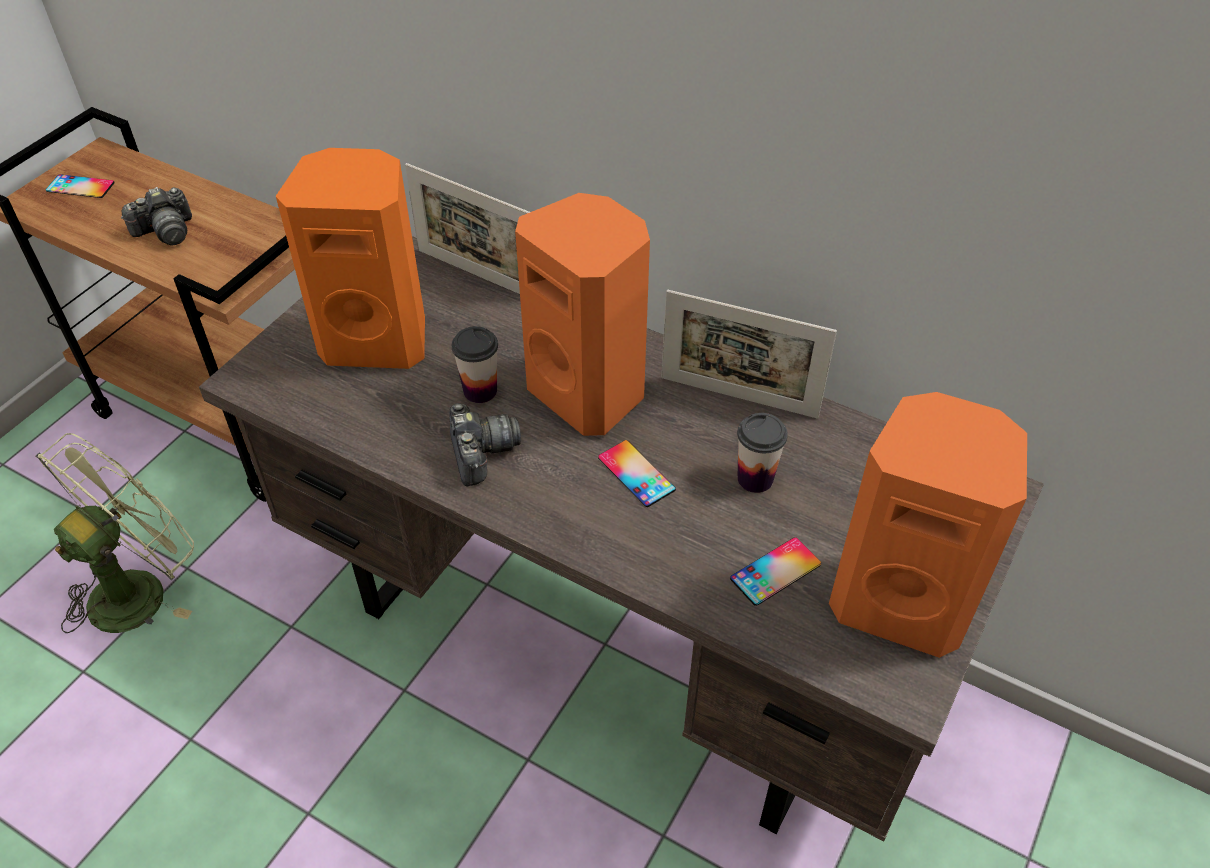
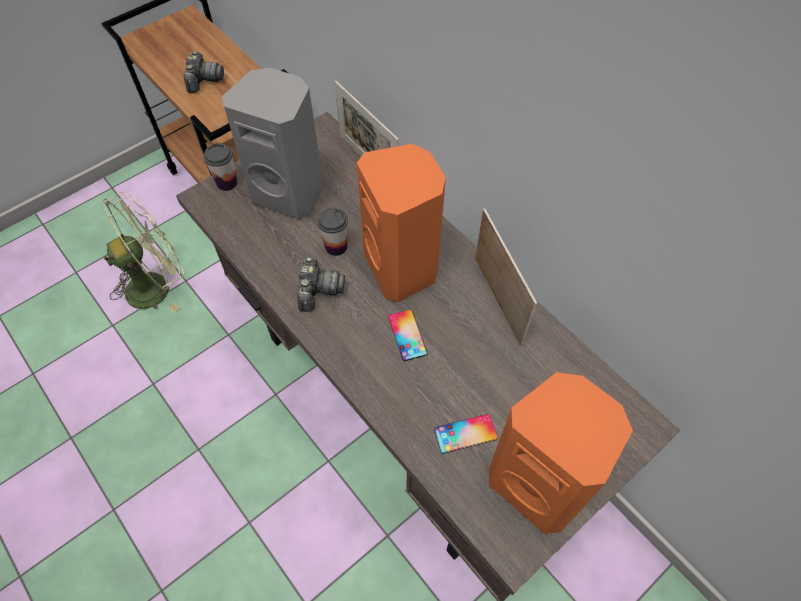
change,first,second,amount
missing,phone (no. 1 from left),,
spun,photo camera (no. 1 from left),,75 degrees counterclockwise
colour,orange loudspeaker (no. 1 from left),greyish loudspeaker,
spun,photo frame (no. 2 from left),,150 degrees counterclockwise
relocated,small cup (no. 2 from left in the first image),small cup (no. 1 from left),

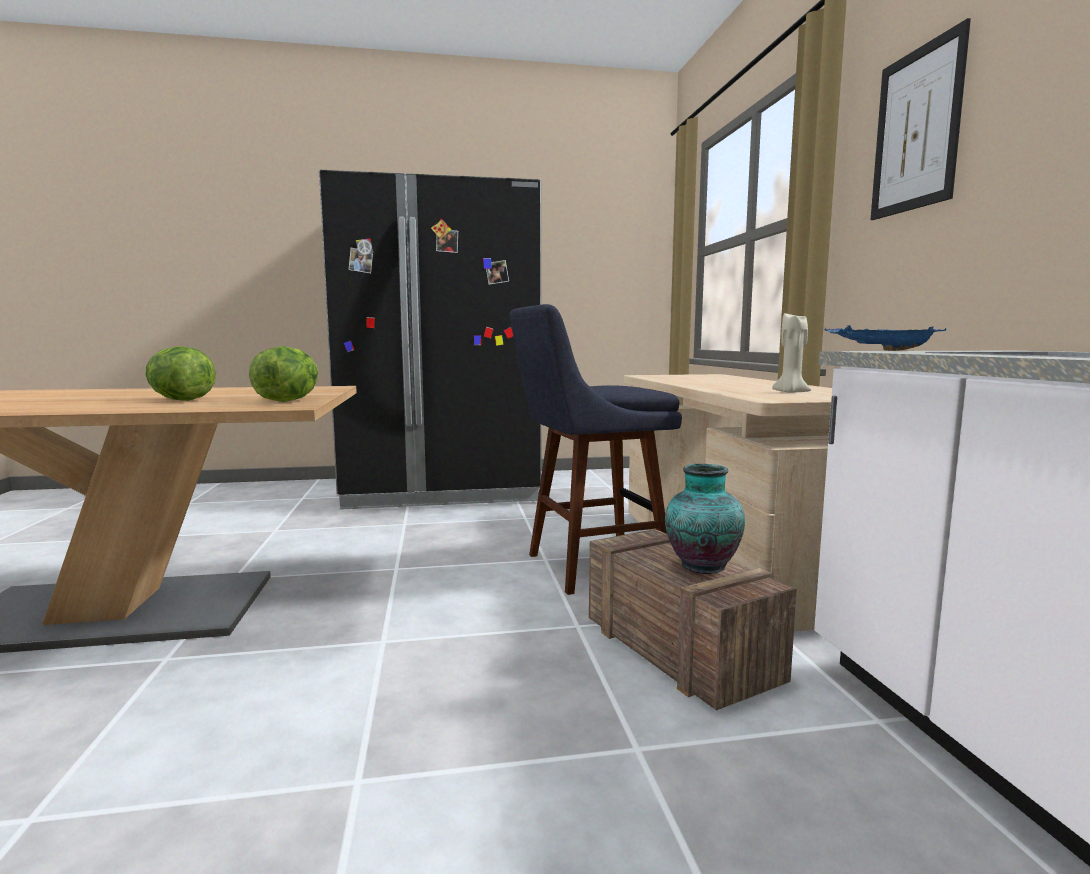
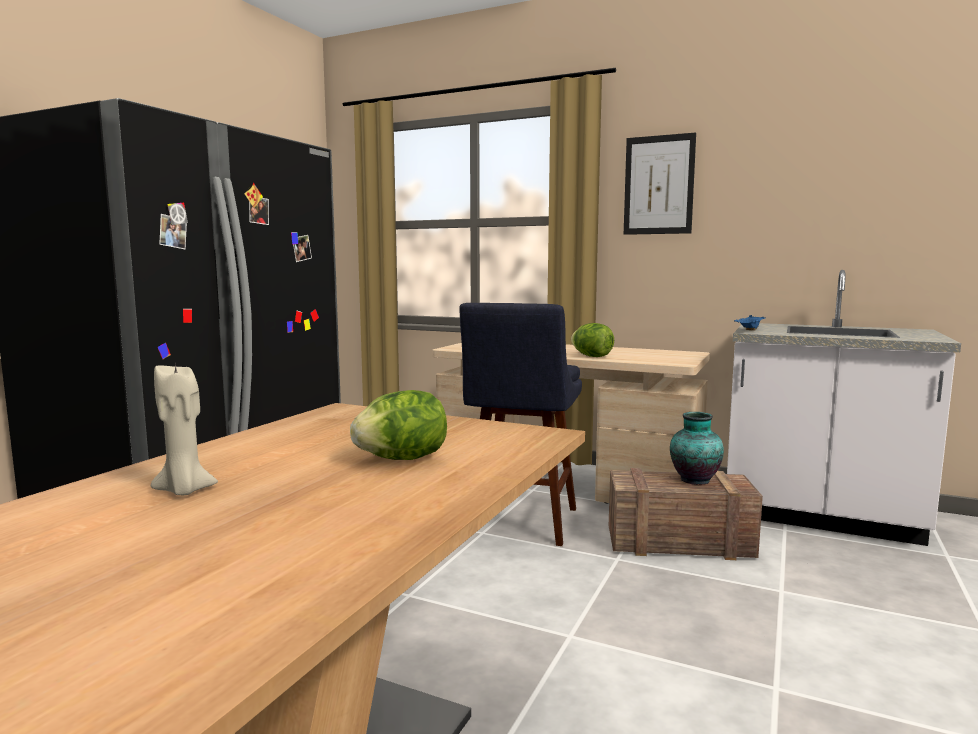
change,first,second,amount
relocated,head of lettuce (no. 2 from left),,
relocated,beige-coloured candle,,

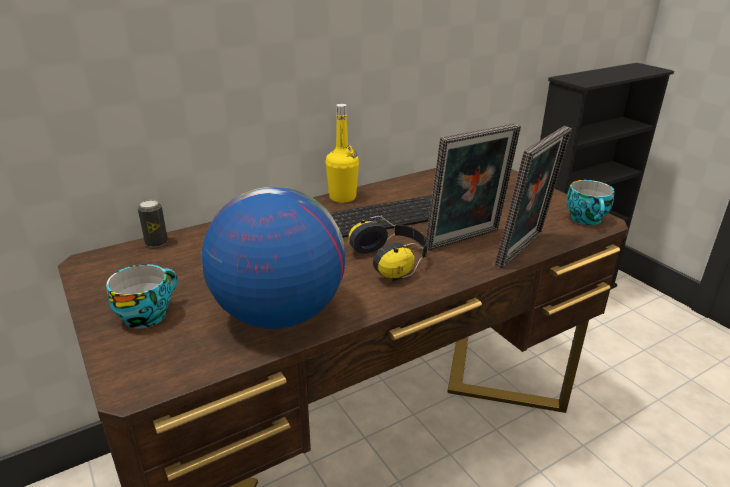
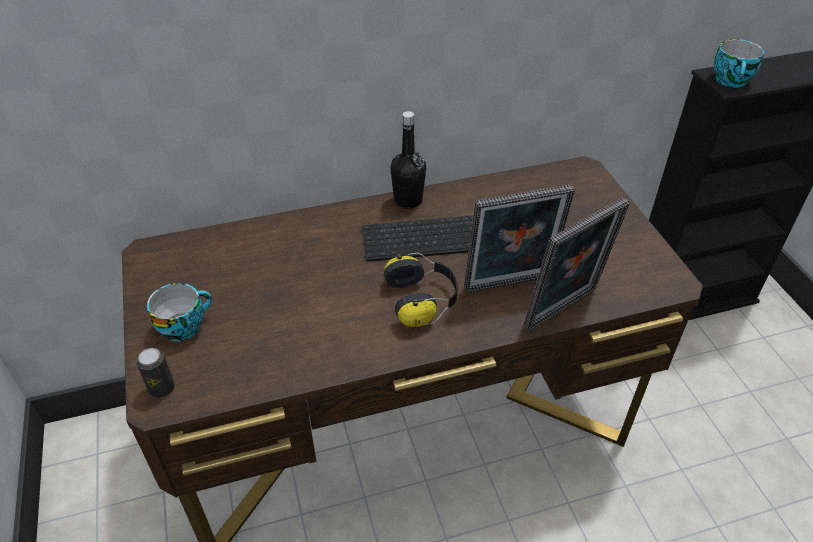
change,first,second,amount
relocated,sealed can,,
missing,desk globe,,
colour,yellow drink bottle,blackish drink bottle,
relocated,small cup (no. 2 from left),,

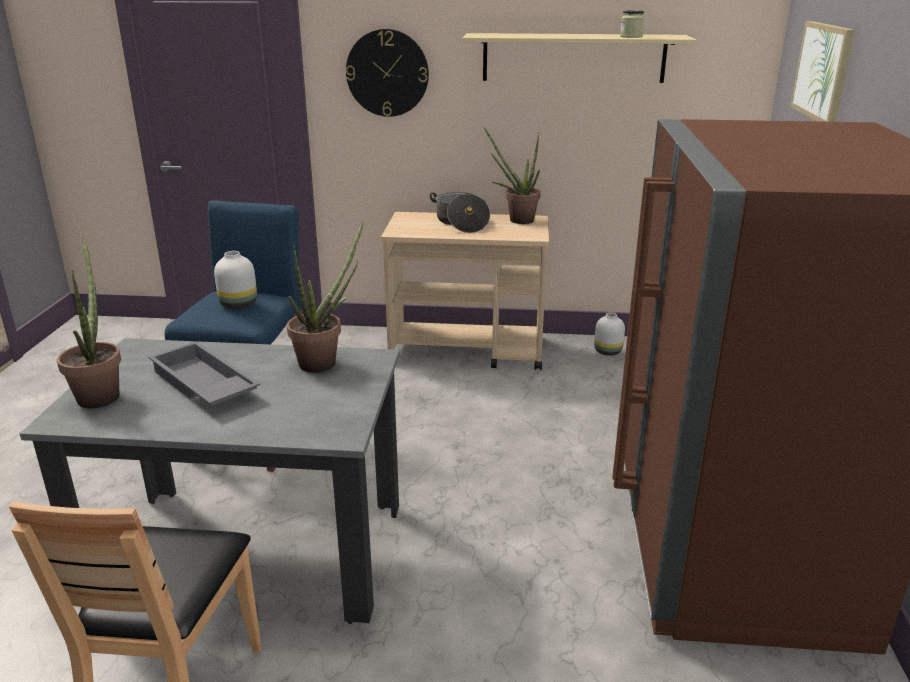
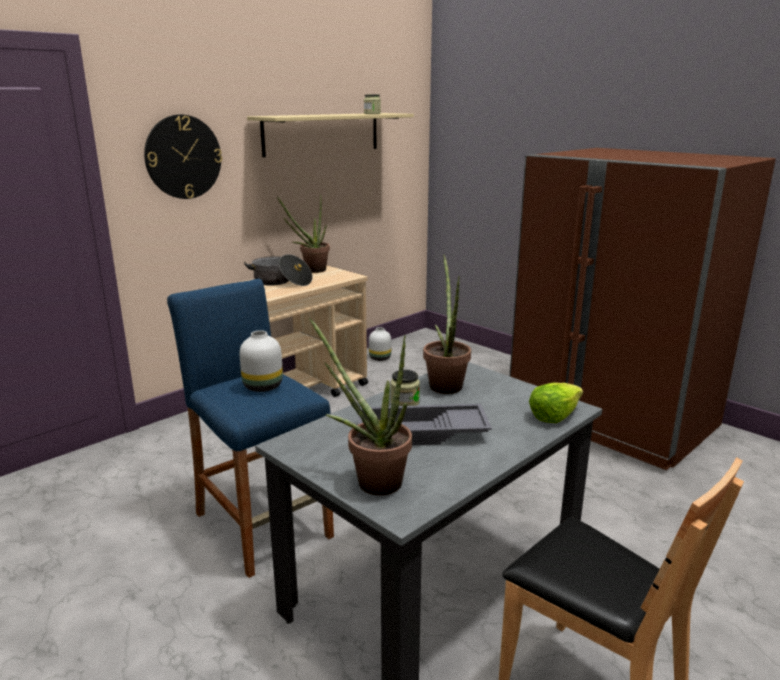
change,first,second,amount
missing,picture,,
appeared,,jar (no. 2 from left),
appeared,,head of lettuce,

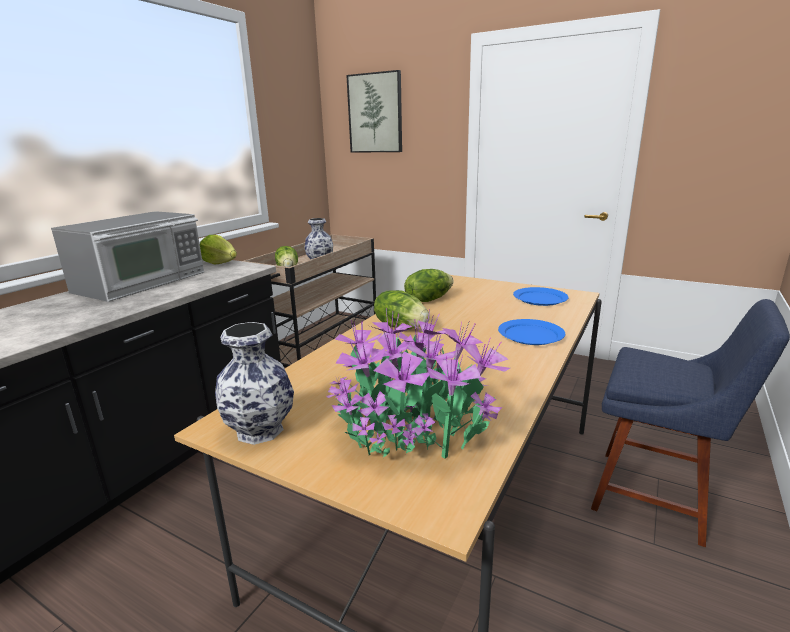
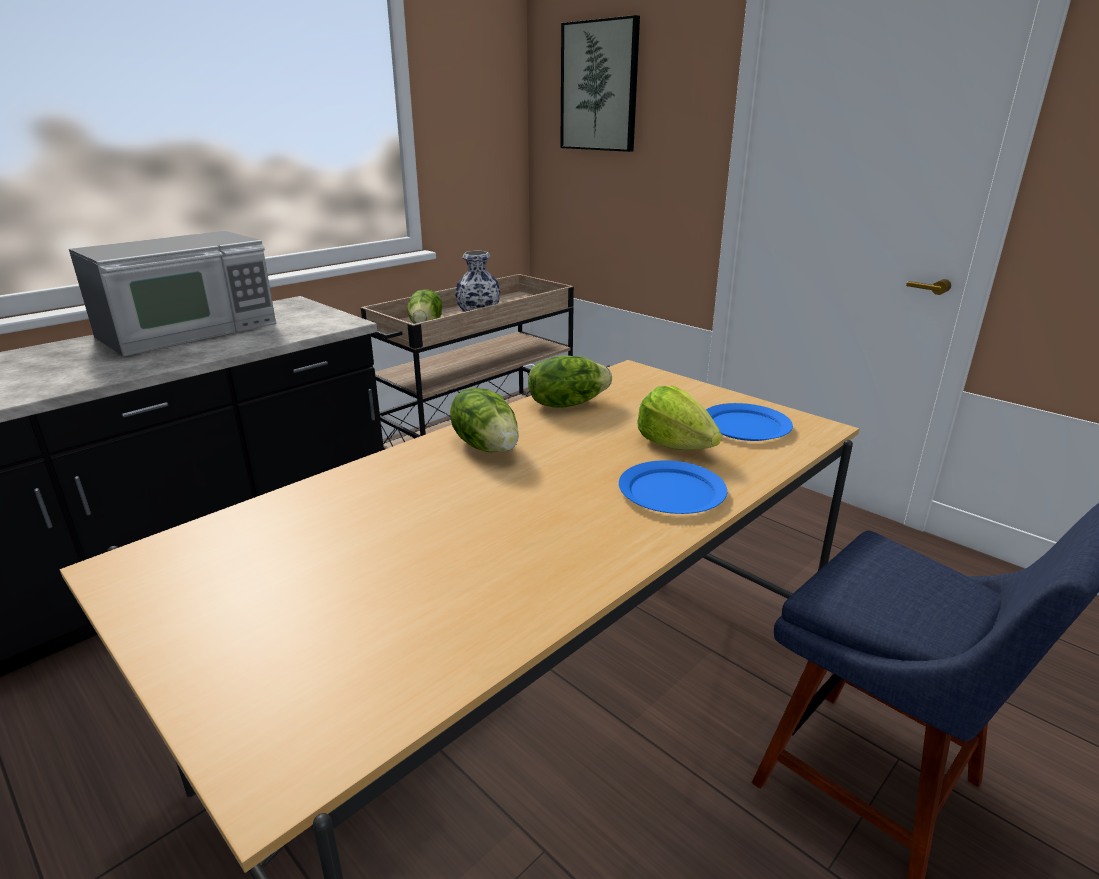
change,first,second,amount
relocated,head of lettuce (no. 1 from left in the first image),head of lettuce (no. 4 from left),
missing,decorative vase (no. 1 from left),,
missing,houseplant,,

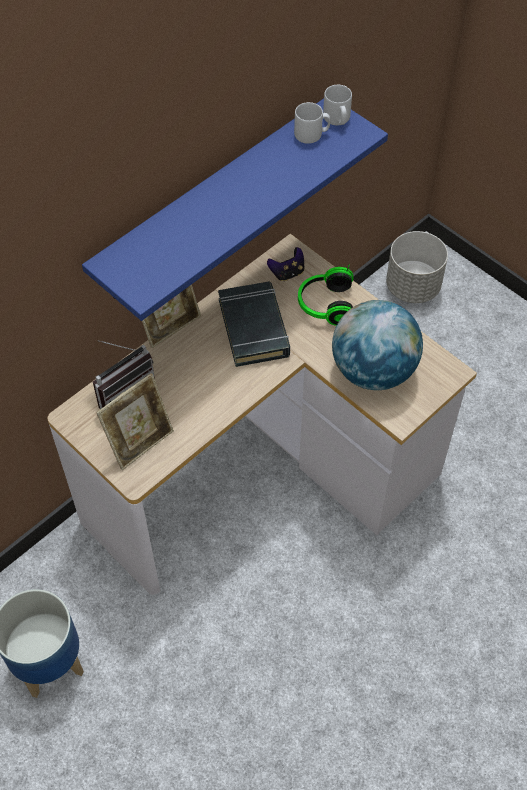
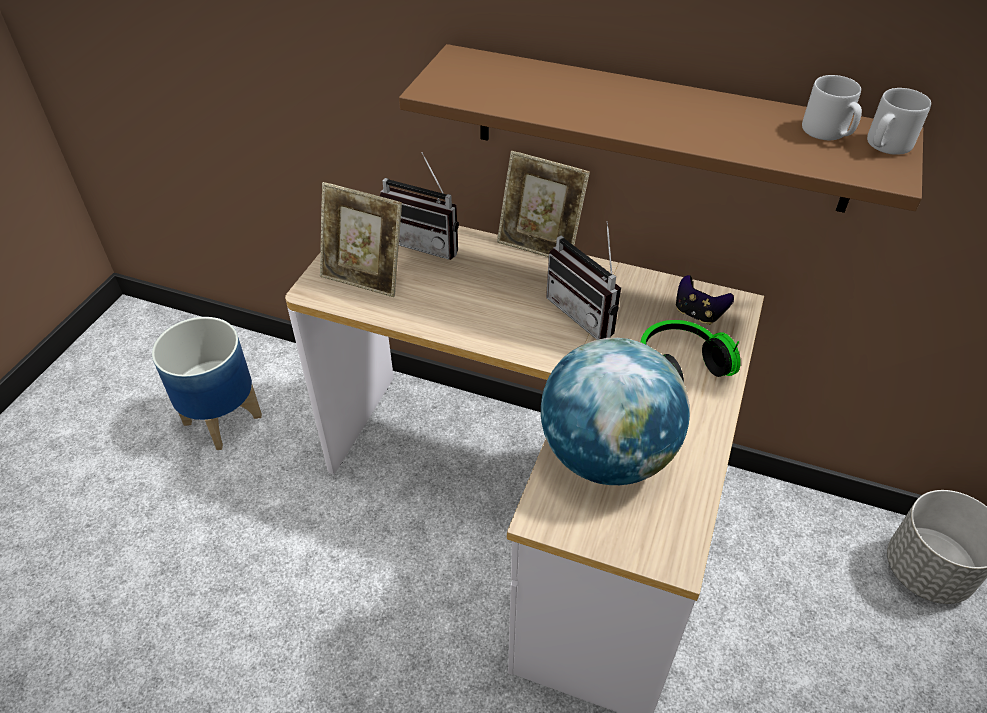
change,first,second,amount
colour,blue-coloured shelf,brown shelf,
exchanged,blackish volume,radio (no. 2 from left),

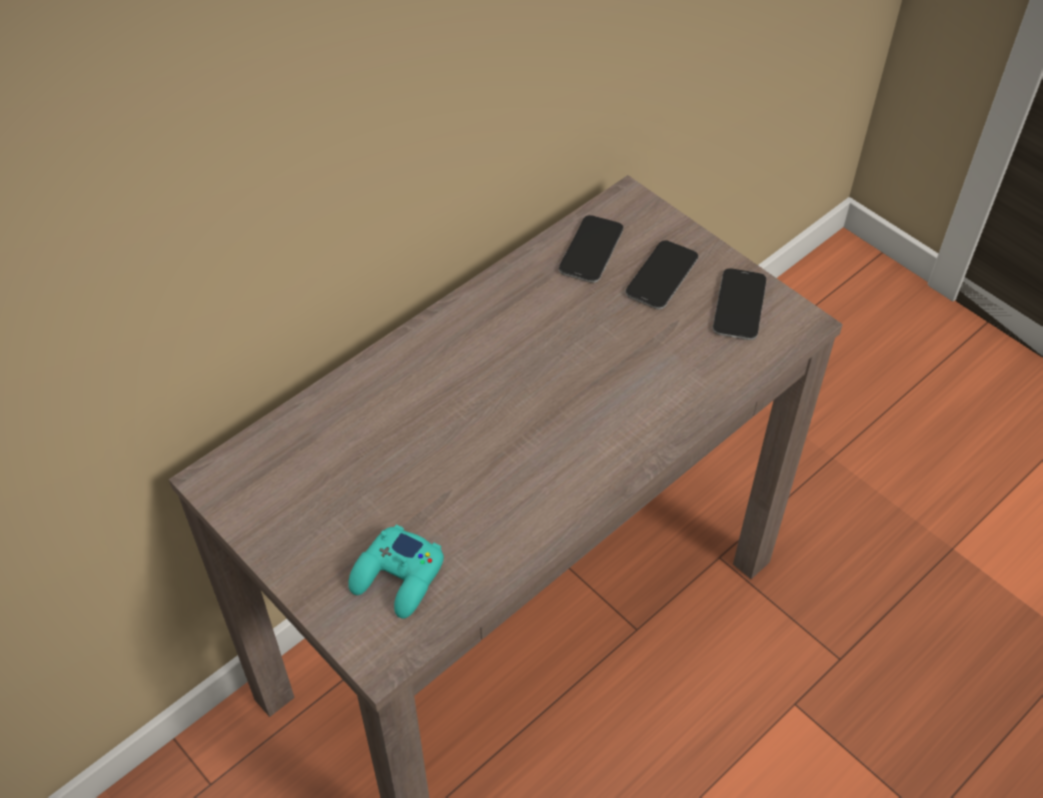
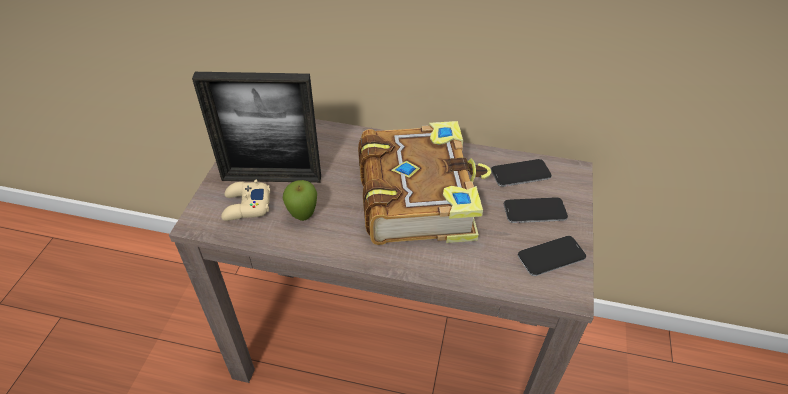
change,first,second,amount
colour,turquoise-coloured joypad,beige-coloured joypad,
appeared,,photo frame,
appeared,,apple,
appeared,,volume,

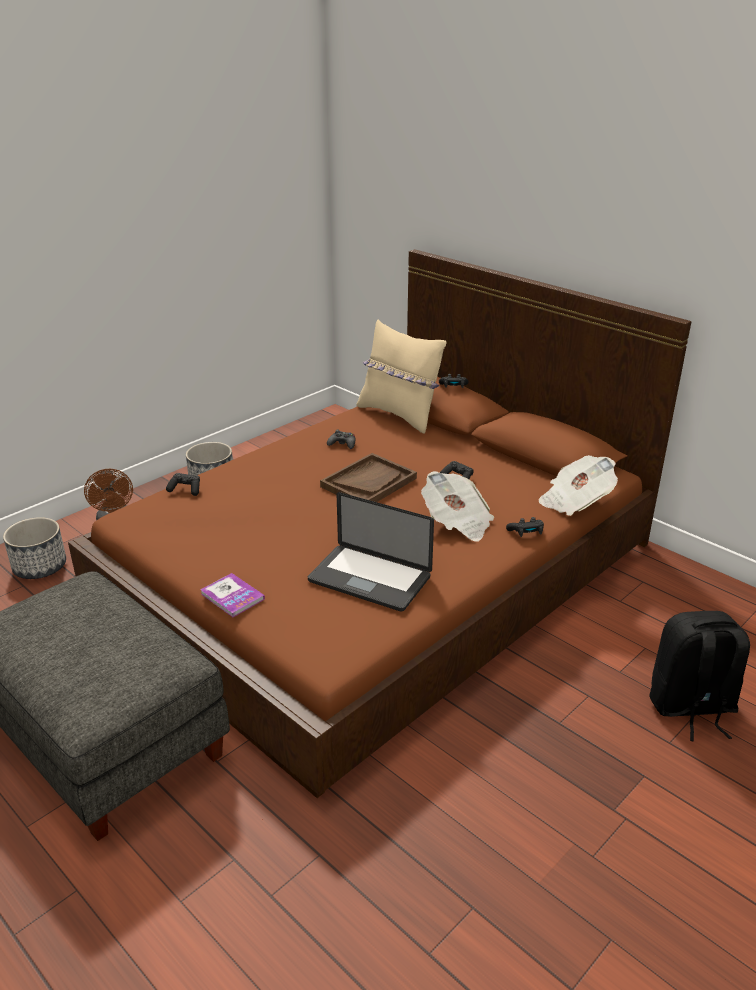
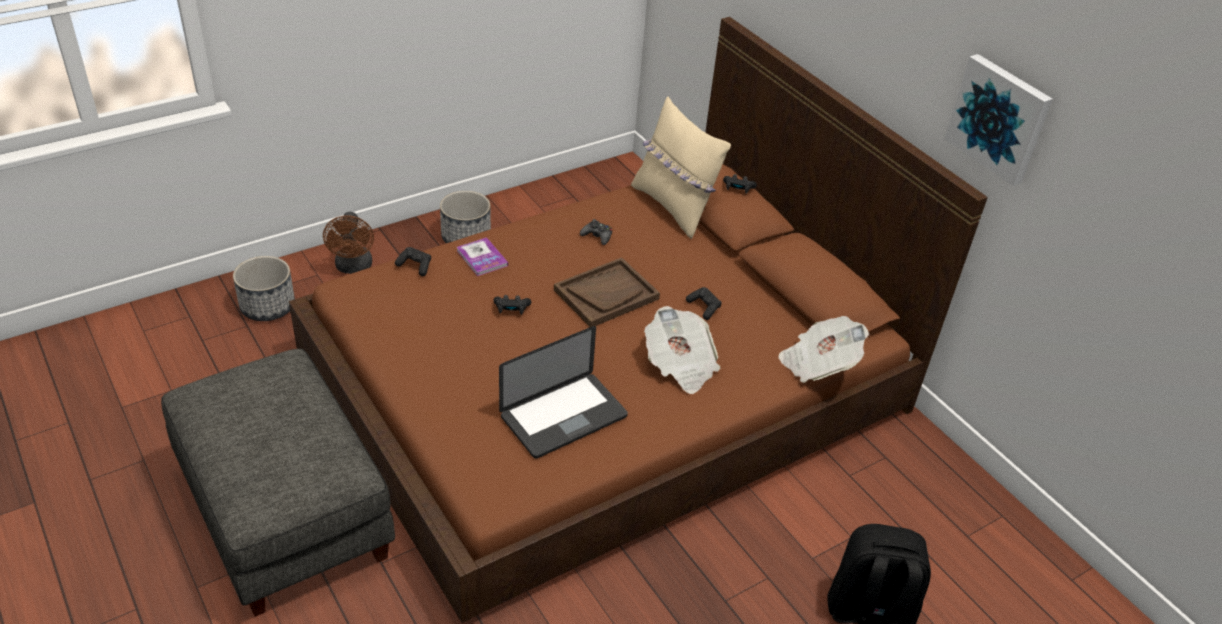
change,first,second,amount
relocated,volume,,
spun,laptop,,75 degrees counterclockwise
relocated,blackish joypad (no. 5 from left in the first image),blackish joypad (no. 2 from left),
appeared,,picture,

